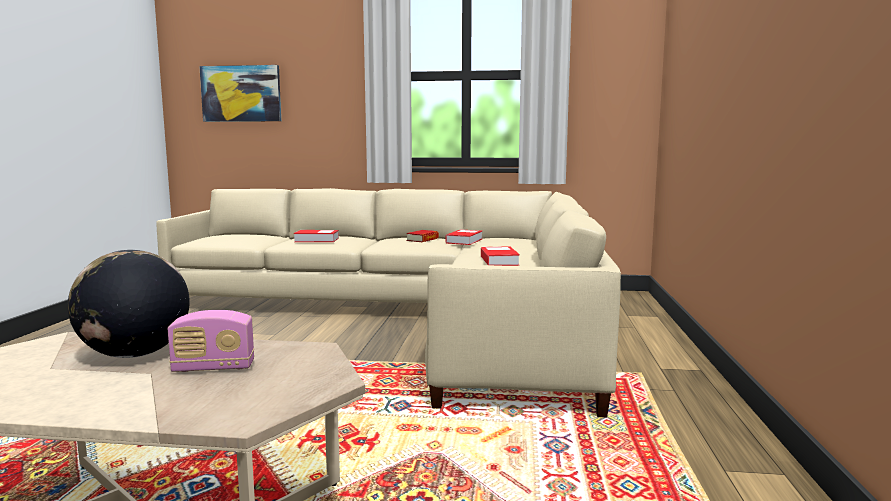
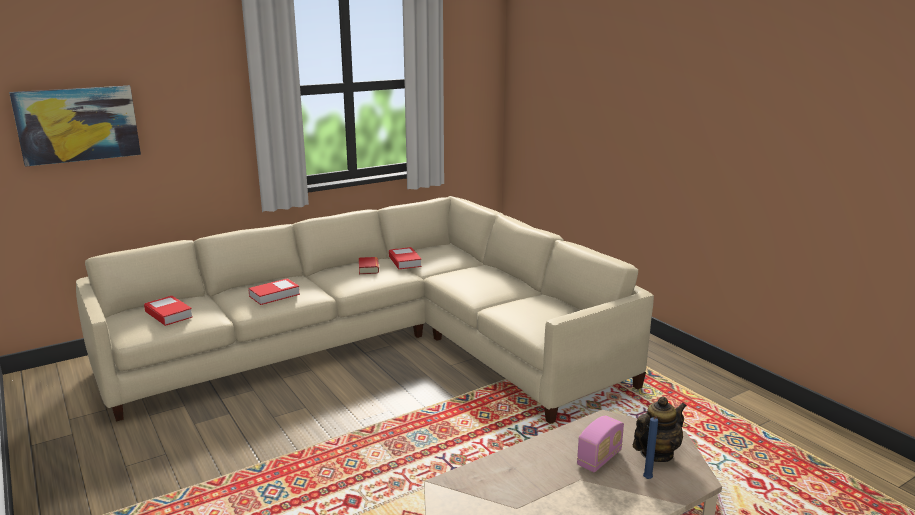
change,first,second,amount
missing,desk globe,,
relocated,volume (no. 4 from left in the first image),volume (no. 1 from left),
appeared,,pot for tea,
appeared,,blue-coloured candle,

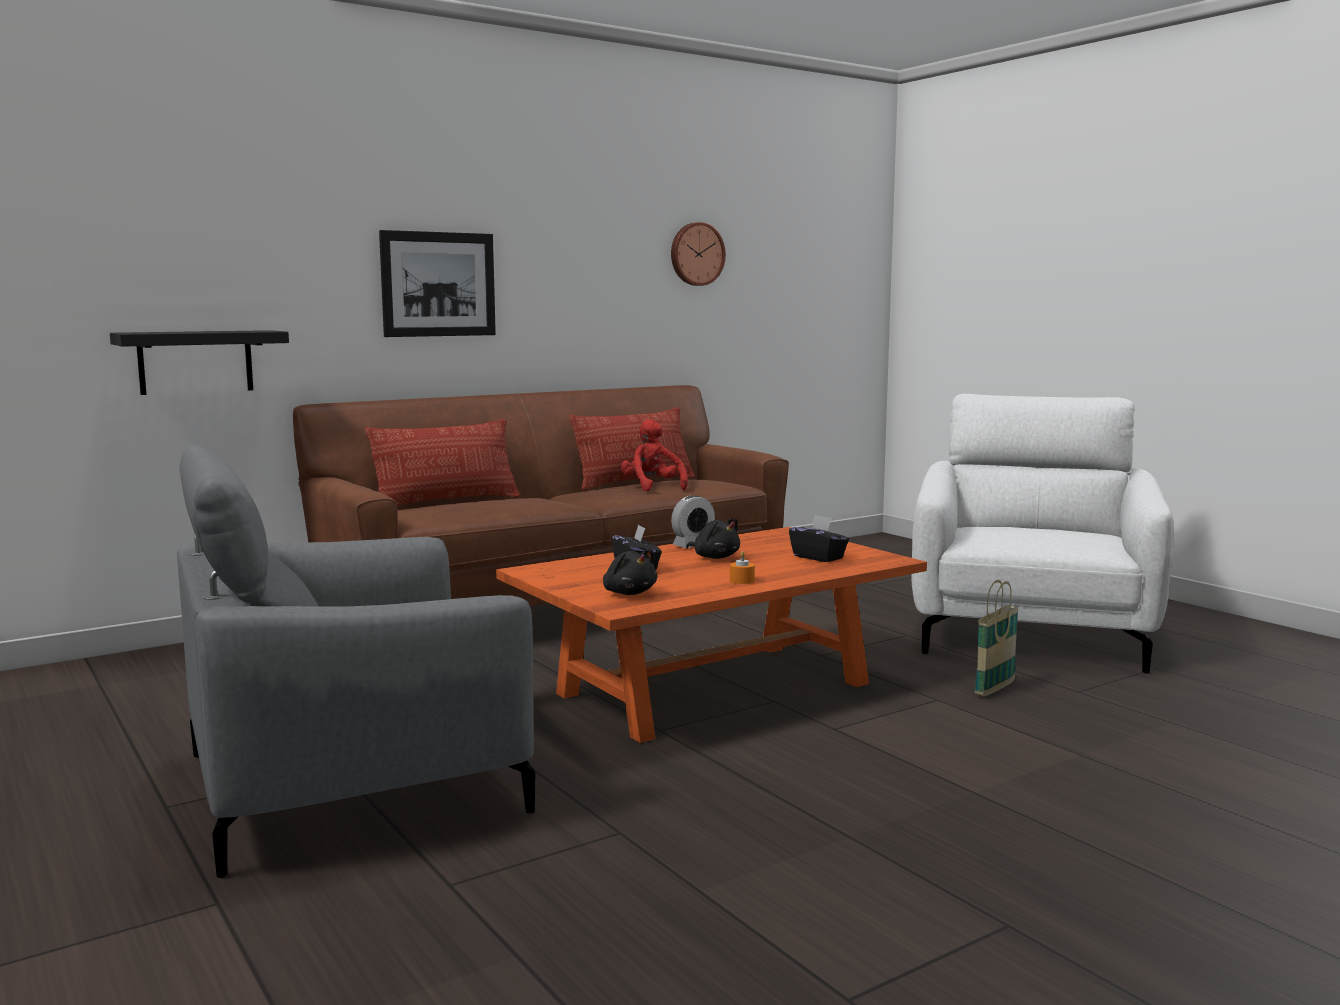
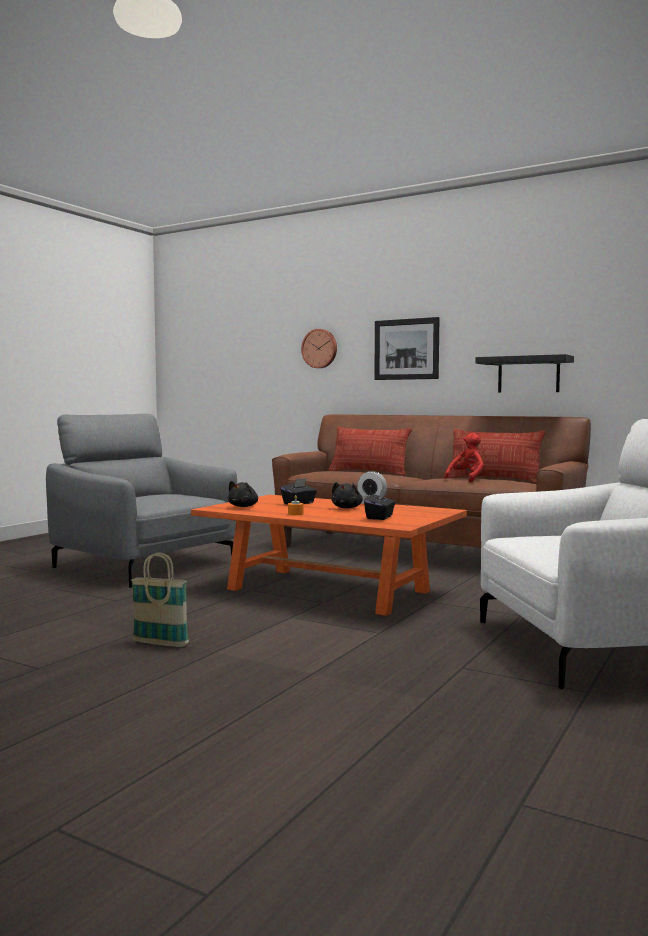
change,first,second,amount
relocated,blackish shelf,,
relocated,wall clock,,
relocated,storage basket,,

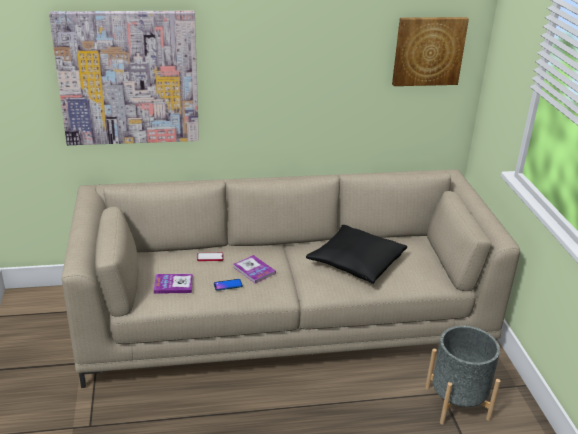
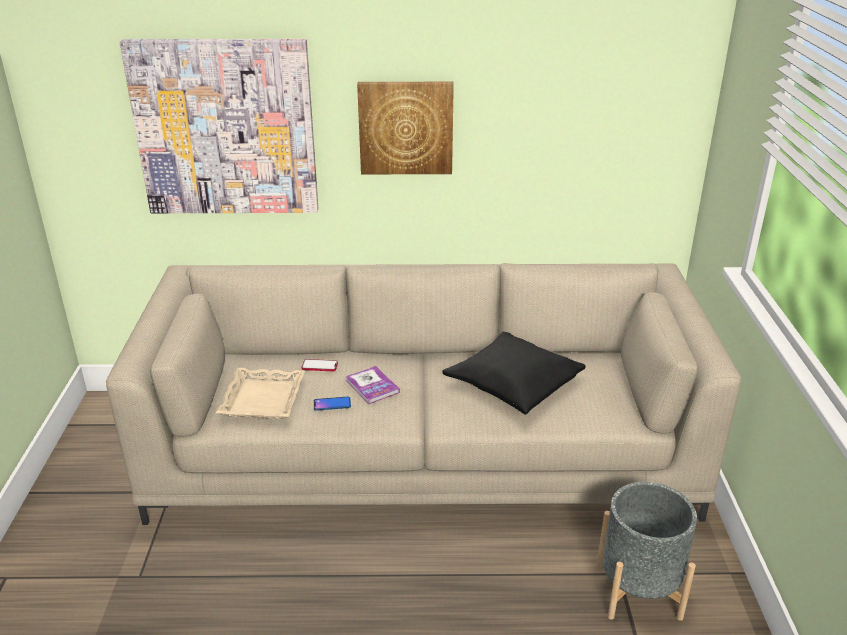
change,first,second,amount
exchanged,volume (no. 1 from left),beige-coloured carrying tray,
relocated,picture (no. 2 from left),,

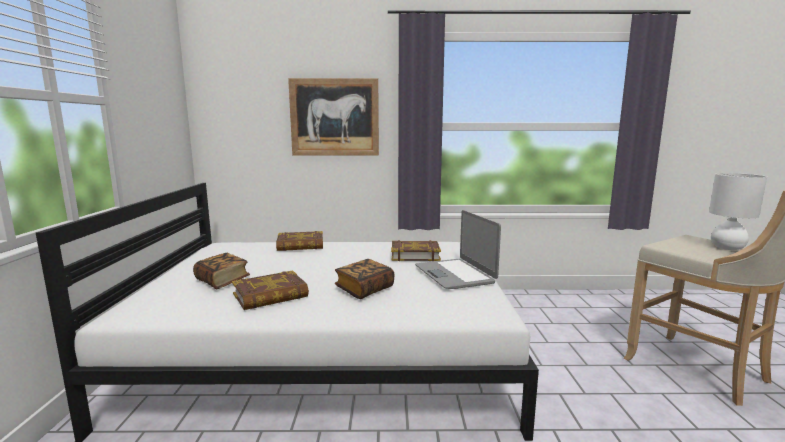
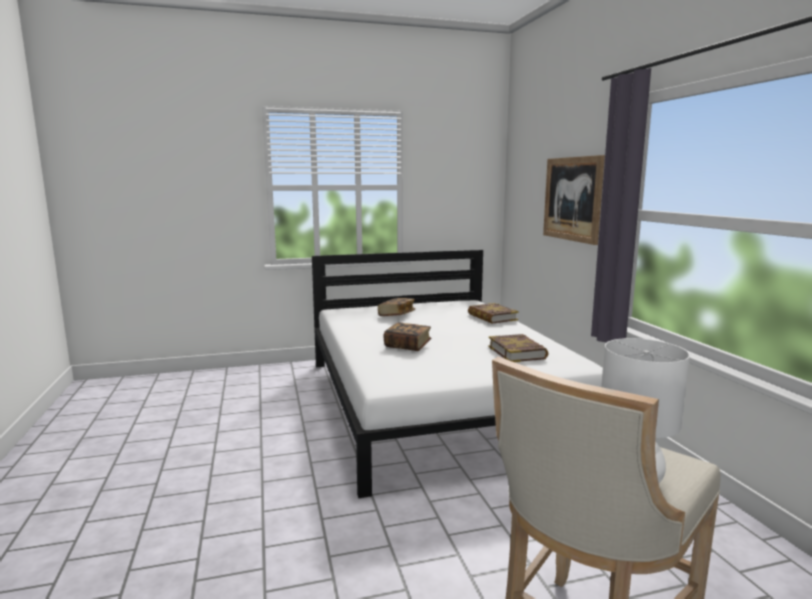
change,first,second,amount
missing,volume (no. 2 from left),,
missing,laptop,,

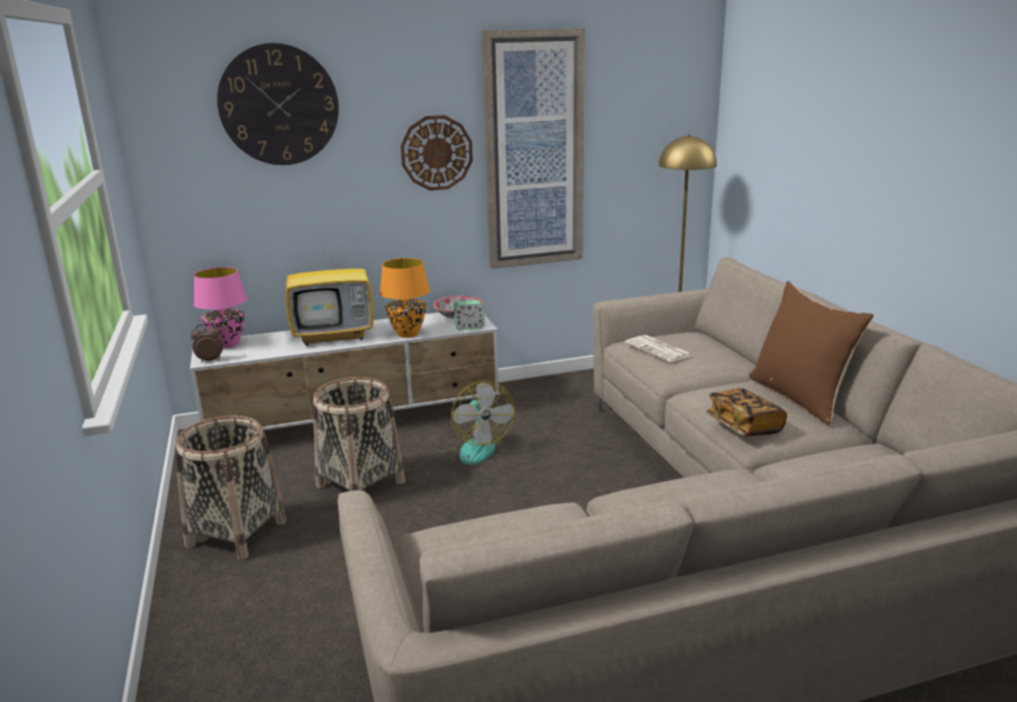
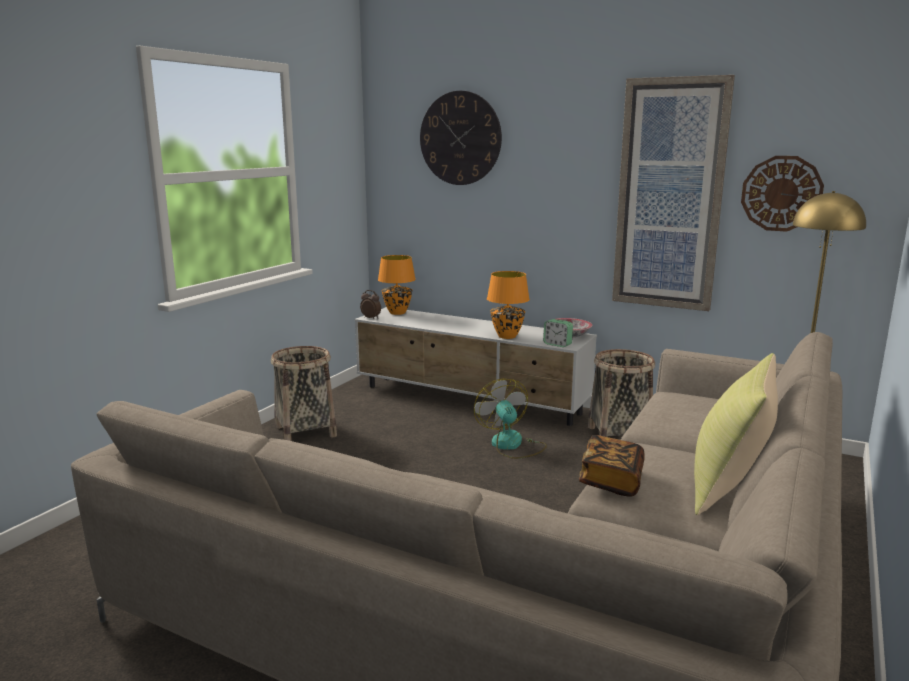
change,first,second,amount
colour,pink tabletop lamp,orange tabletop lamp (no. 1 from left),
missing,TV set,,
relocated,storage basket (no. 2 from left),,
relocated,wall clock (no. 2 from left),,
spun,electric fan,,135 degrees clockwise
missing,printed paper,,
colour,brown throw pillow,yellow throw pillow,

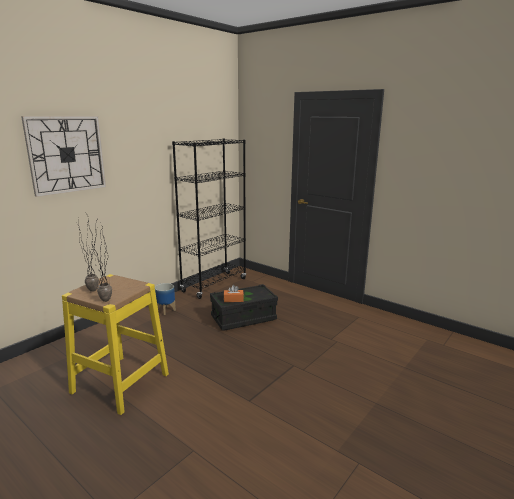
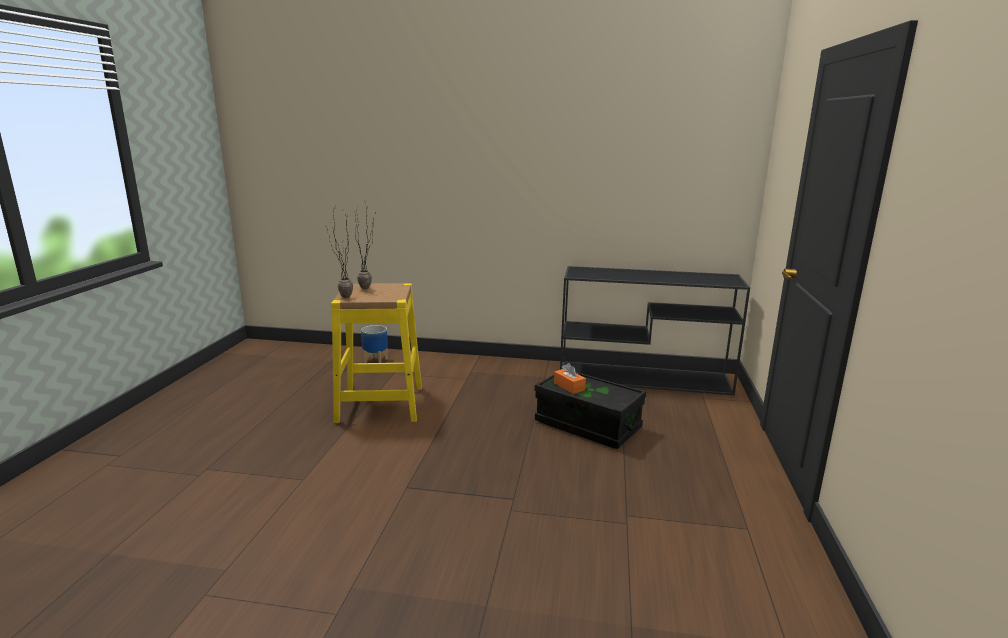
change,first,second,amount
missing,wall clock,,
relocated,planter,,
exchanged,blackish bookshelf,blackish narrow table,

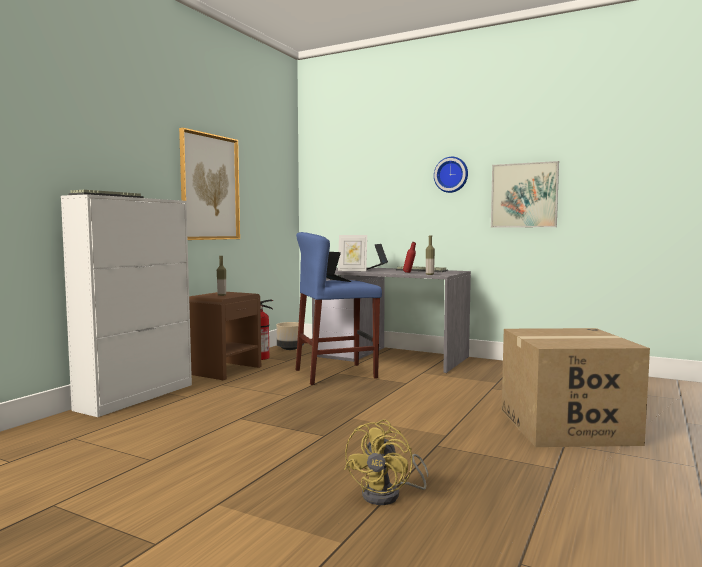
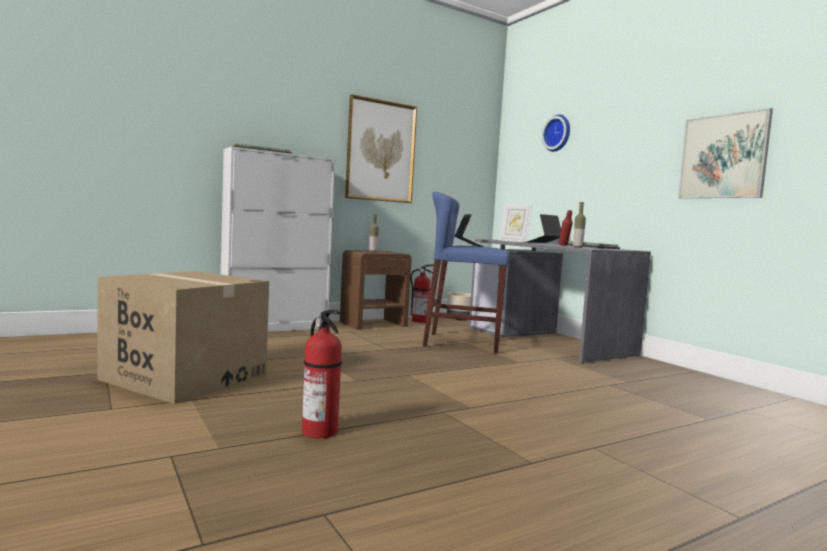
change,first,second,amount
exchanged,yellow electric fan,fire extinguisher (no. 1 from left),
relocated,wall clock,,
relocated,carton,,

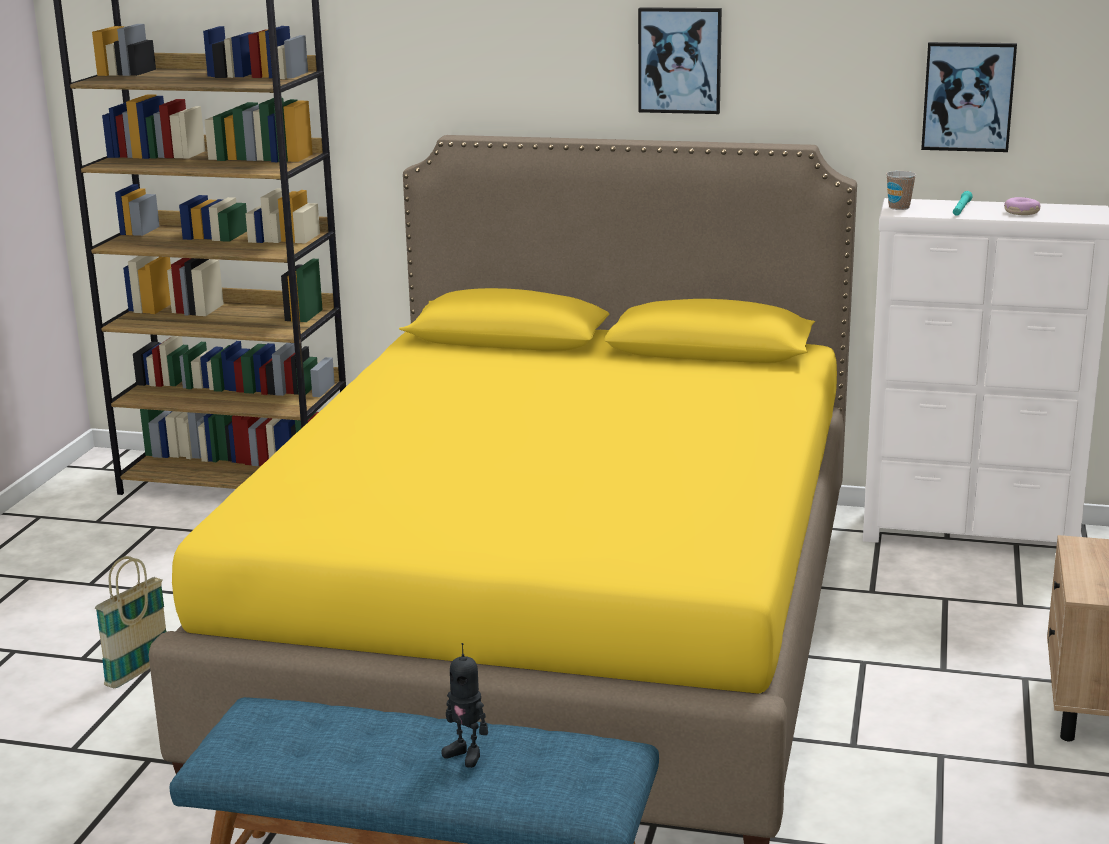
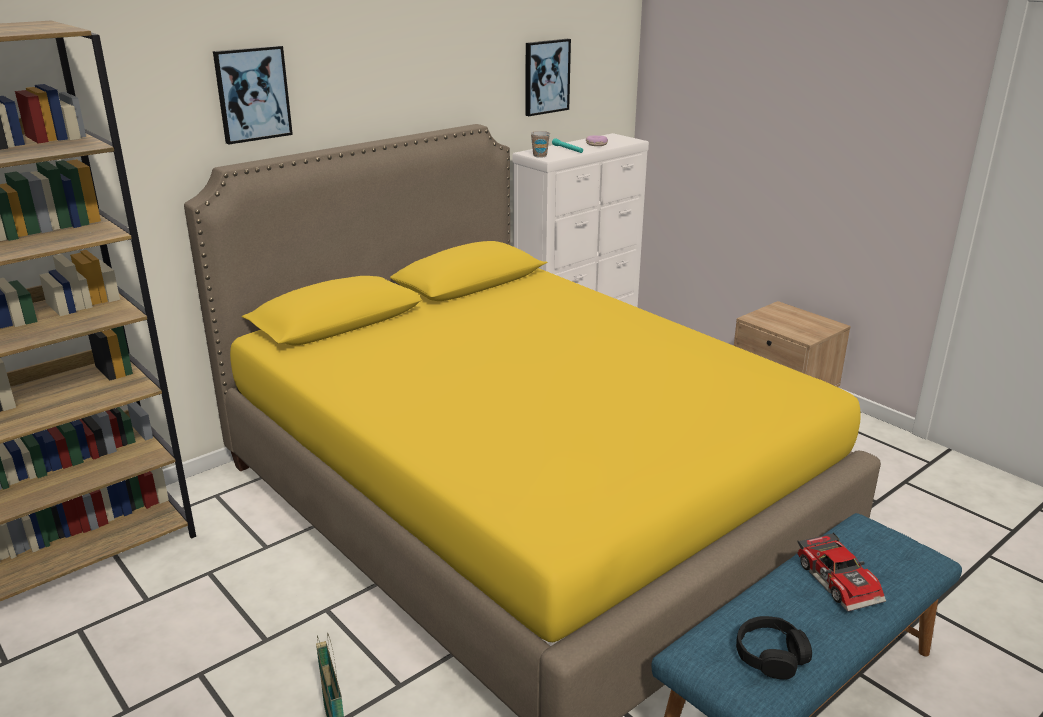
change,first,second,amount
exchanged,robot figure,miniature car,
relocated,picture (no. 1 from left),,
appeared,,blackish headphones,

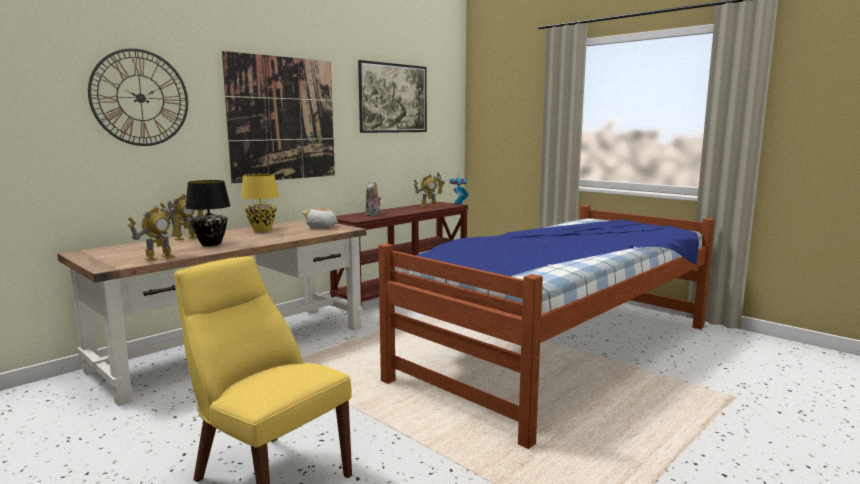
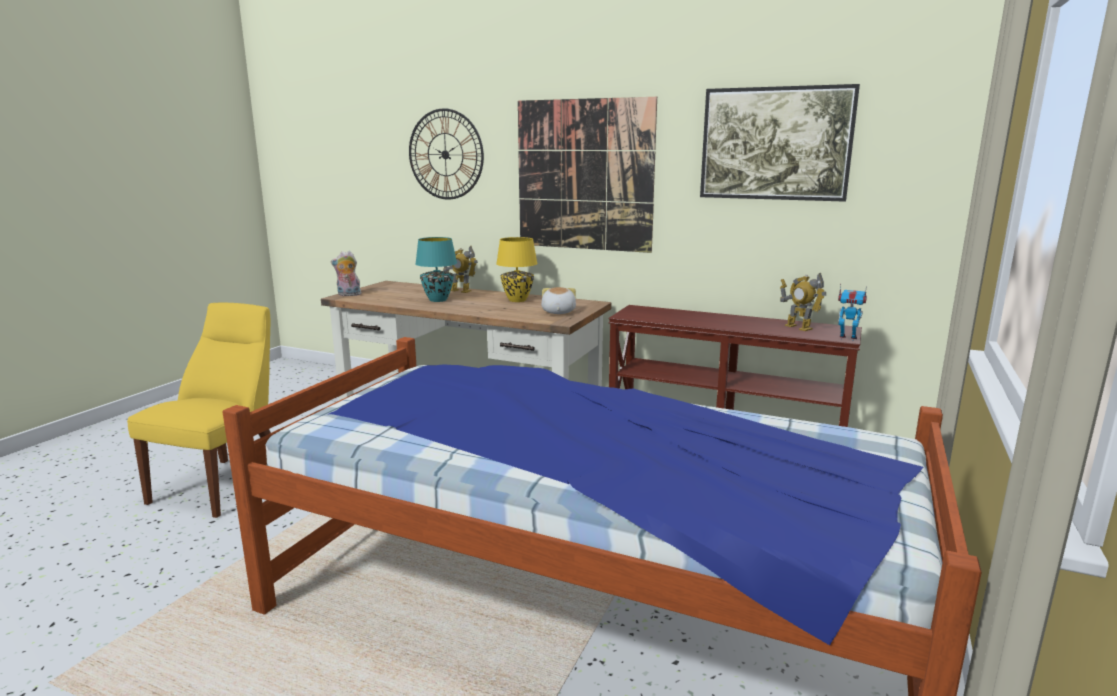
change,first,second,amount
missing,robot figure (no. 1 from left),,
colour,blackish tabletop lamp,turquoise-coloured tabletop lamp,
relocated,plush toy (no. 2 from left in the first image),plush toy (no. 1 from left),

